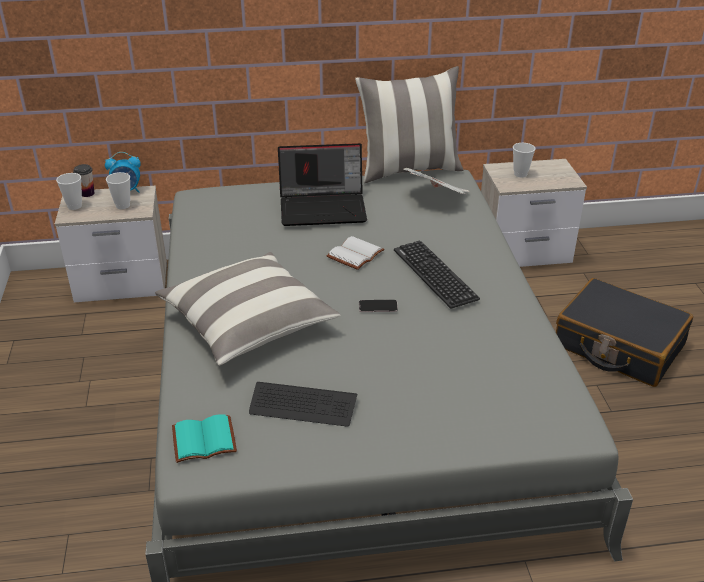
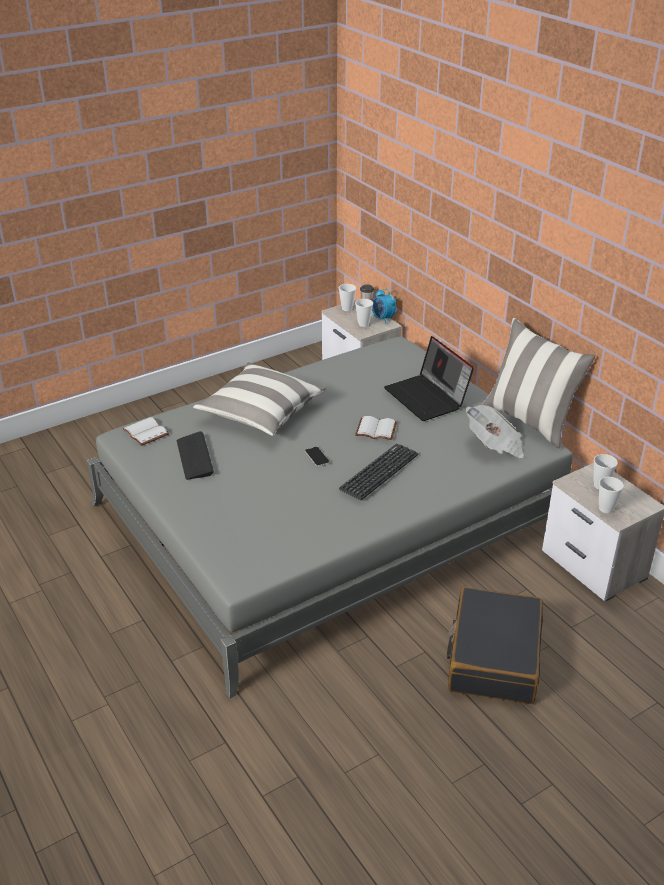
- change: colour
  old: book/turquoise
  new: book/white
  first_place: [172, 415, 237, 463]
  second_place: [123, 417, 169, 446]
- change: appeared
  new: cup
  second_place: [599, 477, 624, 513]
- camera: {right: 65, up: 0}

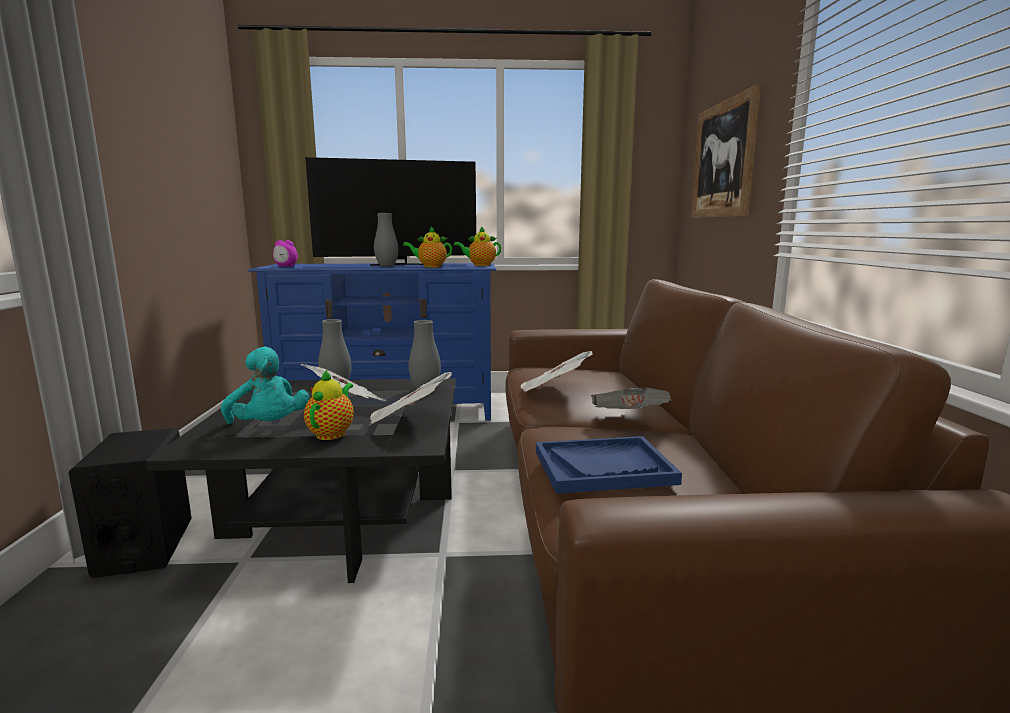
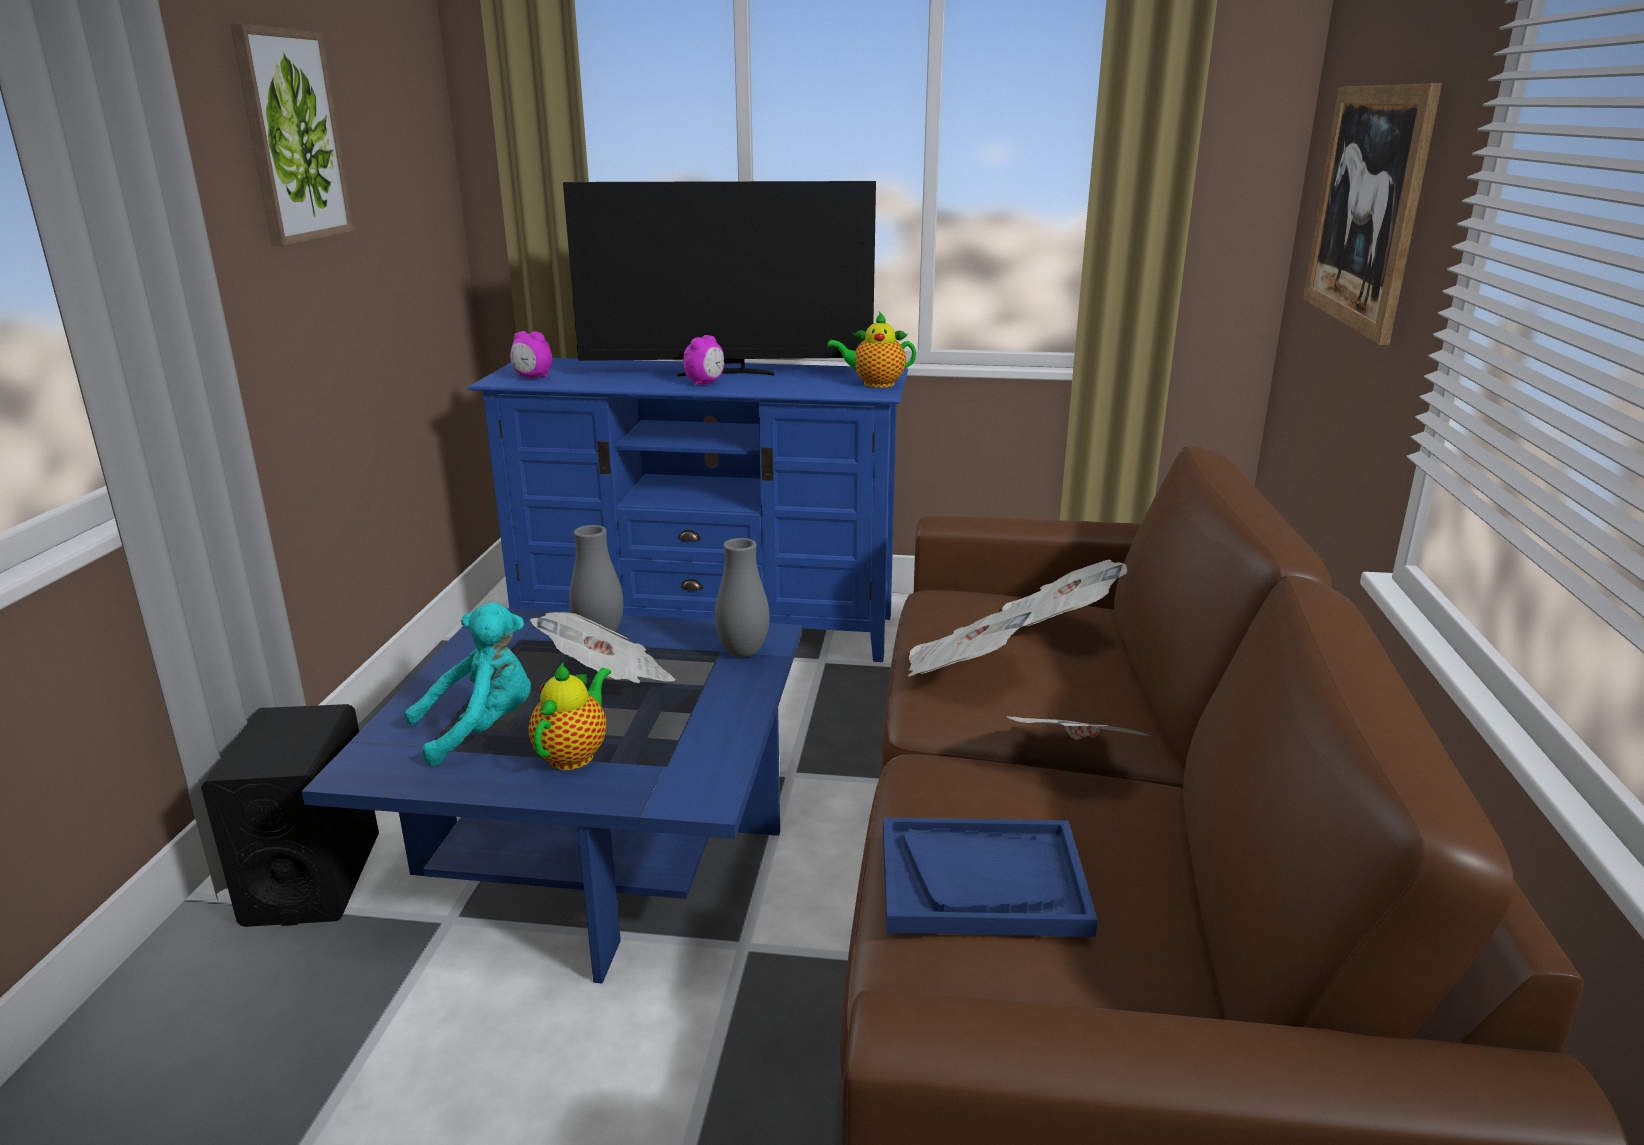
- change: appeared
  new: picture
  second_place: [230, 24, 354, 246]
- change: colour
  old: coffee table/black
  new: coffee table/blue
  first_place: [146, 378, 456, 583]
  second_place: [302, 608, 801, 983]
- change: spun
  old: plush toy/turquoise
  first_place: [221, 347, 309, 424]
  second_place: [405, 602, 531, 766]
  degrees: -90
- change: exchanged
  old: vase/grey
  new: alarm clock
  first_place: [374, 213, 398, 267]
  second_place: [683, 335, 724, 386]
- change: relocated
  old: newspaper
  first_place: [370, 372, 452, 425]
  second_place: [1002, 559, 1127, 626]
- change: missing
  old: teapot
  first_place: [403, 227, 452, 267]
- camera: {right: 10, up: 10}

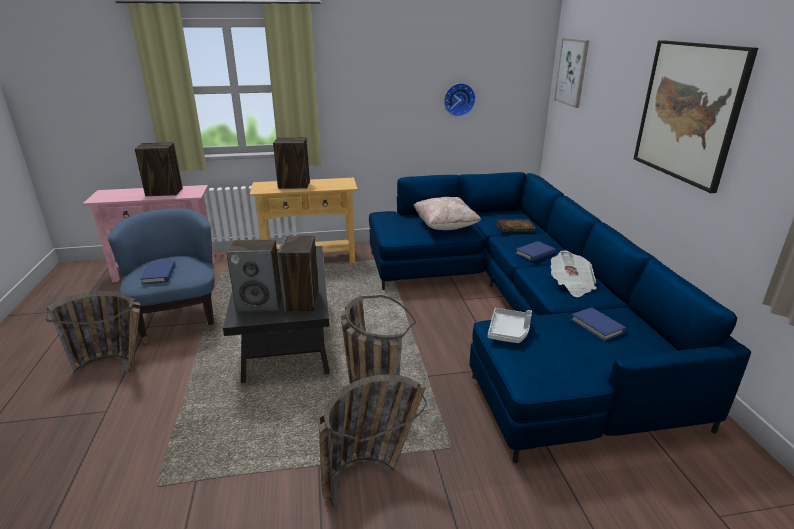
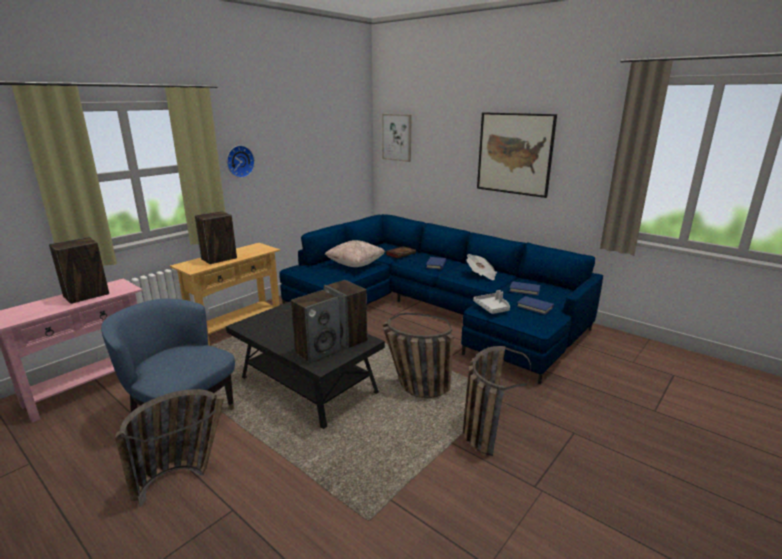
- change: relocated
  old: wall clock
  first_place: [444, 83, 476, 117]
  second_place: [227, 145, 255, 178]
- change: relocated
  old: book/blue
  first_place: [140, 261, 175, 284]
  second_place: [516, 296, 554, 315]
- camera: {right: -40, up: -5}

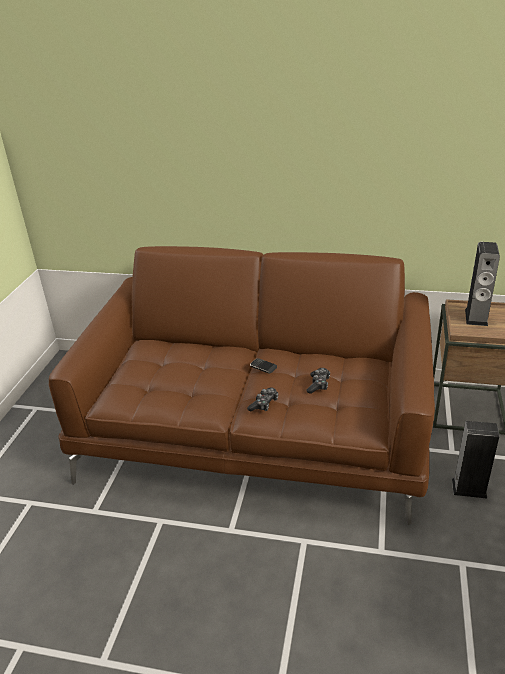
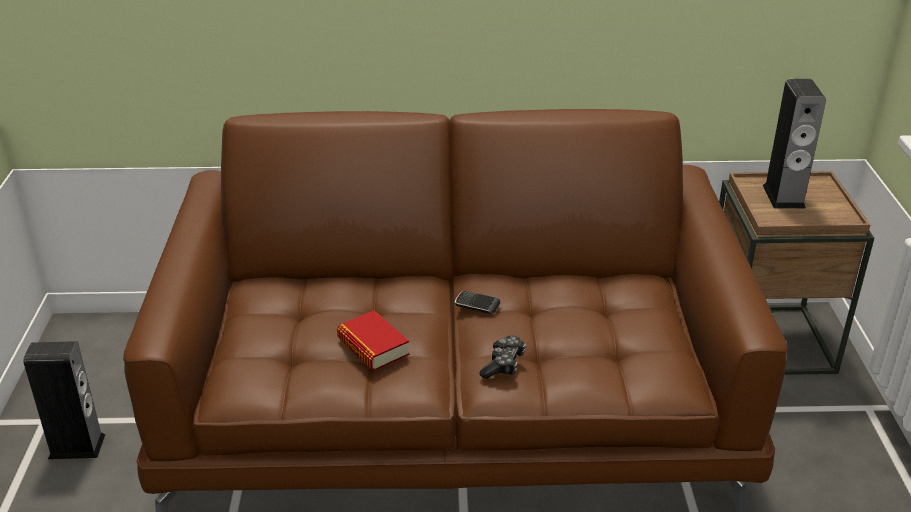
- change: relocated
  old: speaker
  first_place: [452, 421, 499, 499]
  second_place: [23, 341, 105, 459]
- change: appeared
  new: book
  second_place: [337, 310, 409, 370]
- change: missing
  old: game controller
  first_place: [306, 368, 330, 394]
- camera: {right: -15, up: 0}

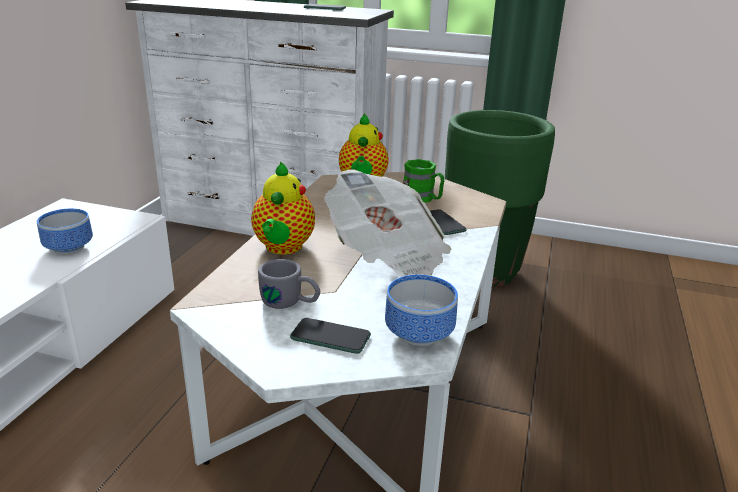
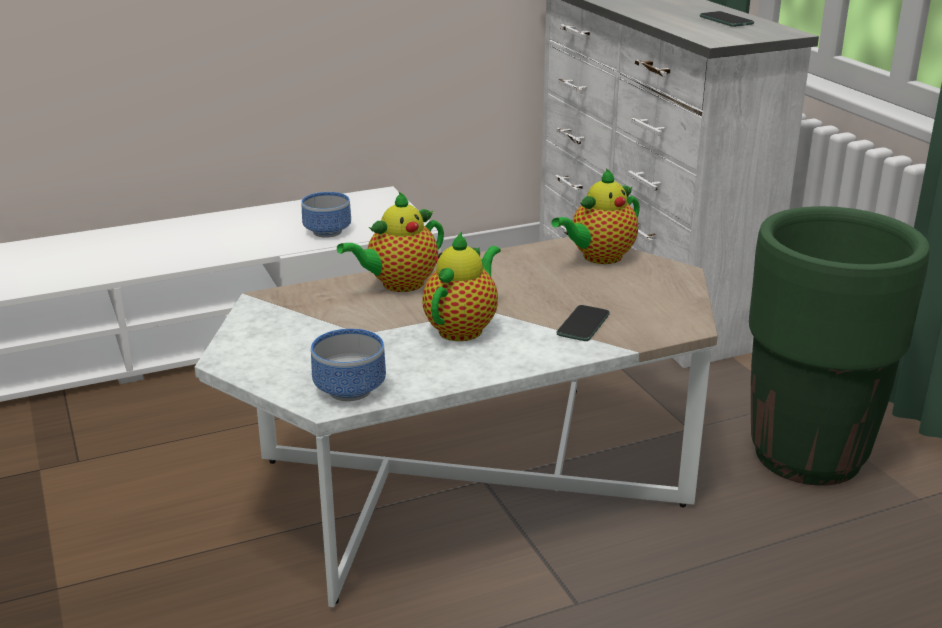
- change: exchanged
  old: newspaper
  new: teapot
  first_place: [324, 169, 451, 277]
  second_place: [422, 231, 501, 341]
- change: missing
  old: mug/grey
  first_place: [258, 259, 320, 309]
- change: missing
  old: phone
  first_place: [290, 318, 371, 354]
- change: missing
  old: mug/green
  first_place: [404, 159, 444, 203]
- camera: {right: 50, up: 0}

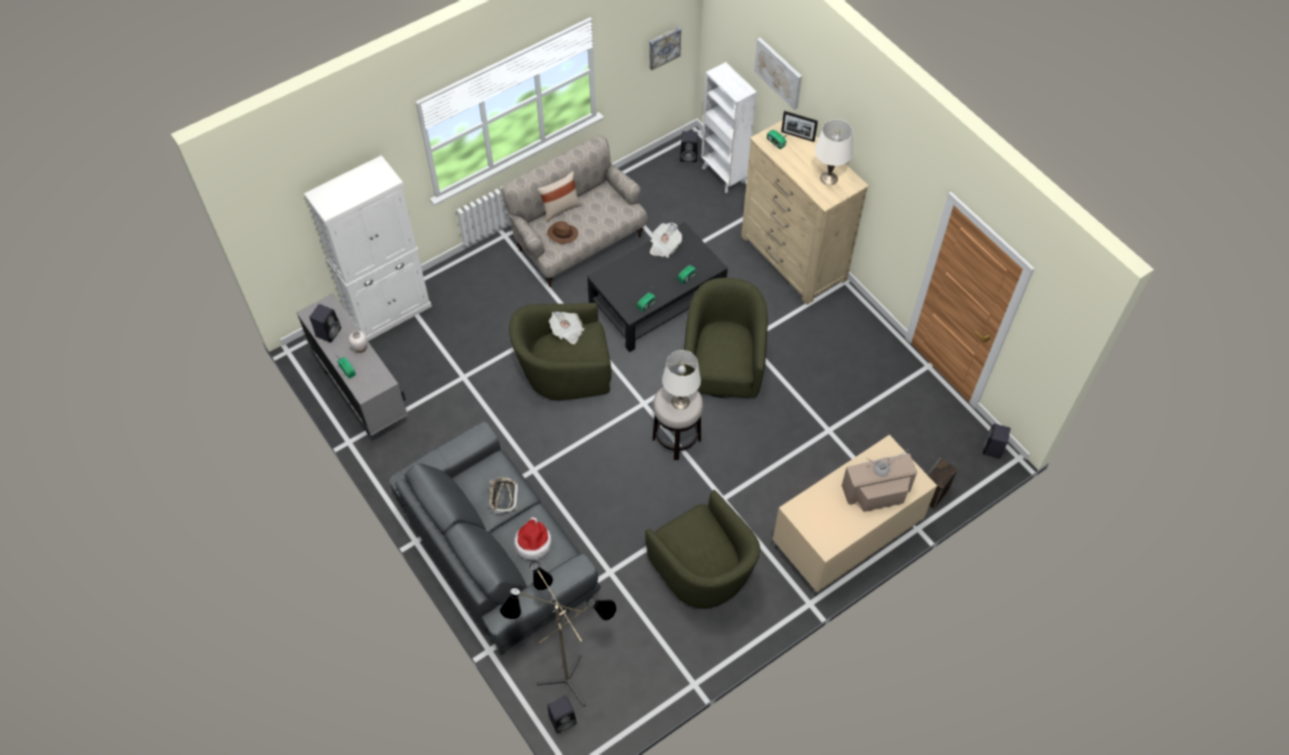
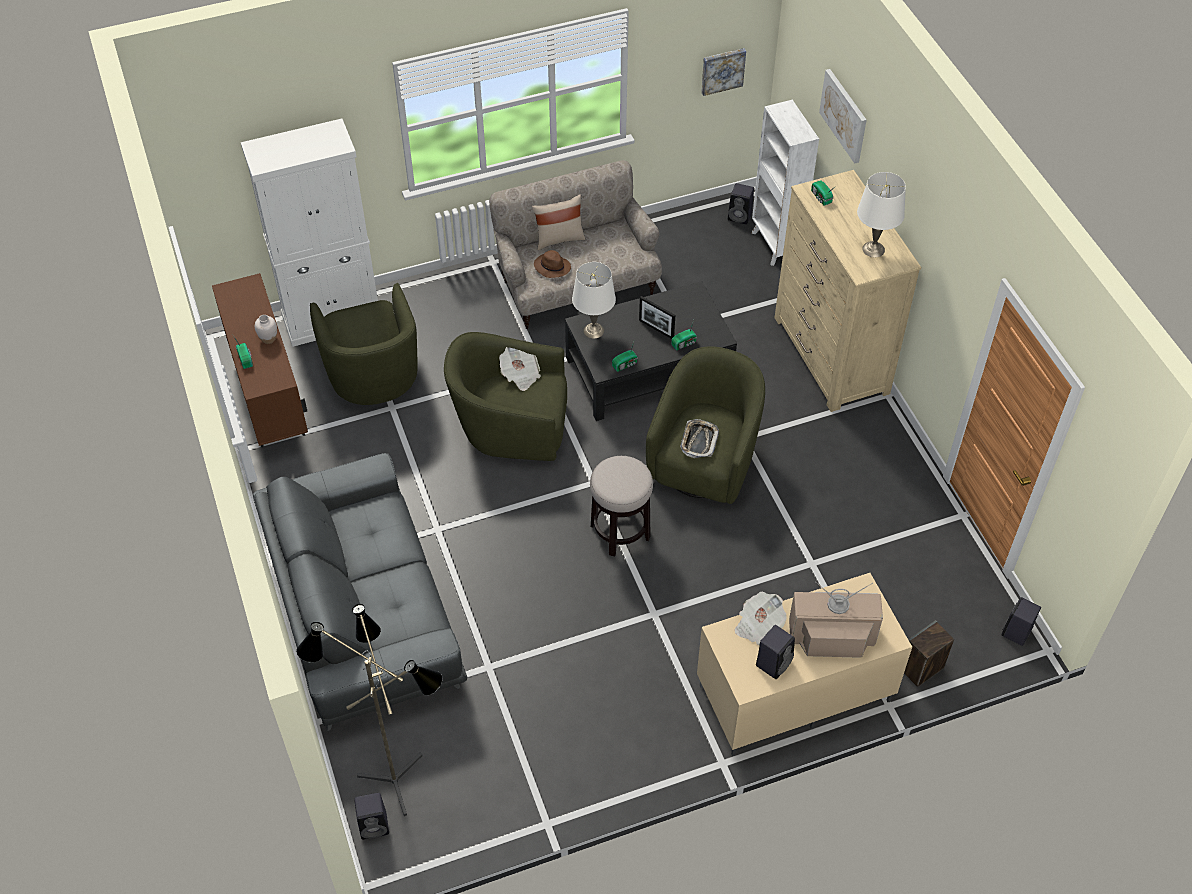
- change: colour
  old: cabinet/grey
  new: cabinet/brown
  first_place: [296, 293, 407, 436]
  second_place: [212, 273, 308, 447]
- change: relocated
  old: armchair/green
  first_place: [645, 490, 760, 608]
  second_place: [310, 283, 418, 405]
- change: relocated
  old: table lamp/white
  first_place: [662, 350, 701, 410]
  second_place: [572, 262, 616, 339]
- change: relocated
  old: picture frame
  first_place: [781, 111, 818, 142]
  second_place: [639, 296, 675, 339]
- change: relocated
  old: tray
  first_place: [489, 477, 519, 514]
  second_place: [680, 419, 719, 458]
- change: relocated
  old: newspaper
  first_place: [650, 223, 682, 258]
  second_place: [734, 591, 787, 645]
- change: relocated
  old: speaker/black
  first_place: [309, 304, 341, 343]
  second_place: [756, 625, 795, 679]
- change: missing
  old: hat
  first_place: [514, 517, 552, 560]
- camera: {right: 15, up: -5}

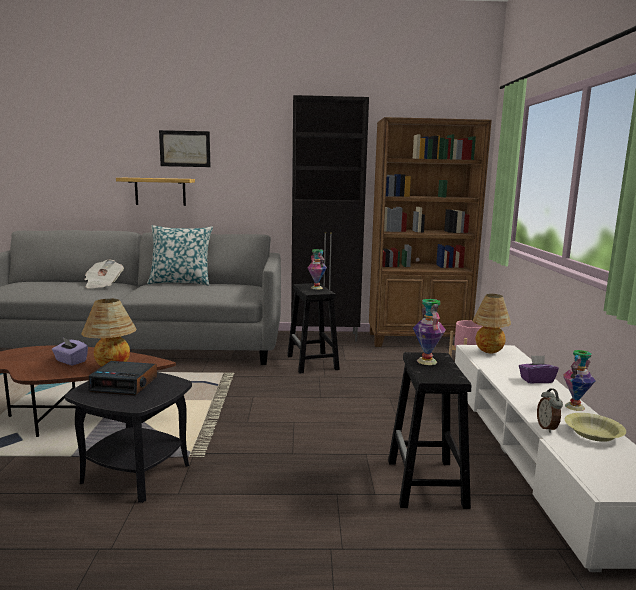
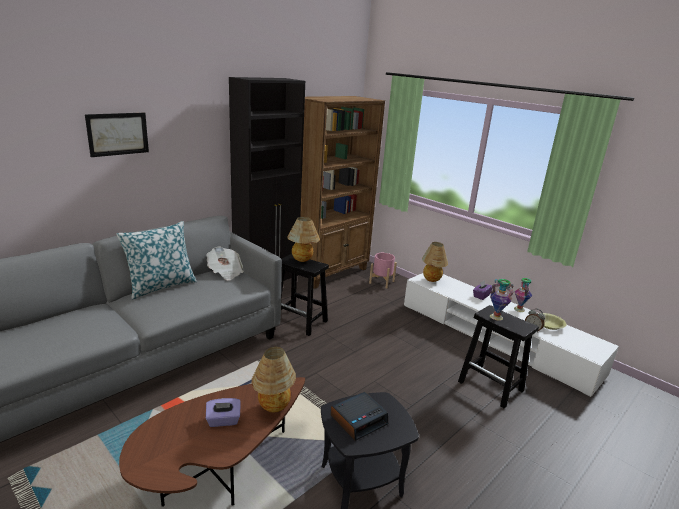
- change: relocated
  old: newspaper
  first_place: [84, 260, 124, 289]
  second_place: [206, 246, 244, 281]
- change: exchanged
  old: vase
  new: table lamp
  first_place: [308, 249, 327, 290]
  second_place: [287, 217, 320, 262]
- change: missing
  old: shelf
  first_place: [116, 178, 195, 206]
- camera: {right: -45, up: 10}

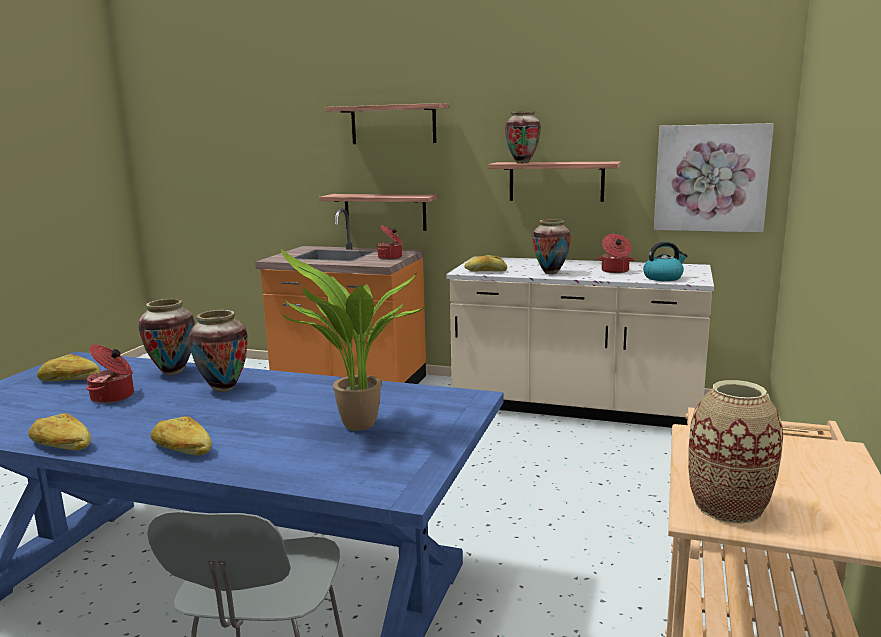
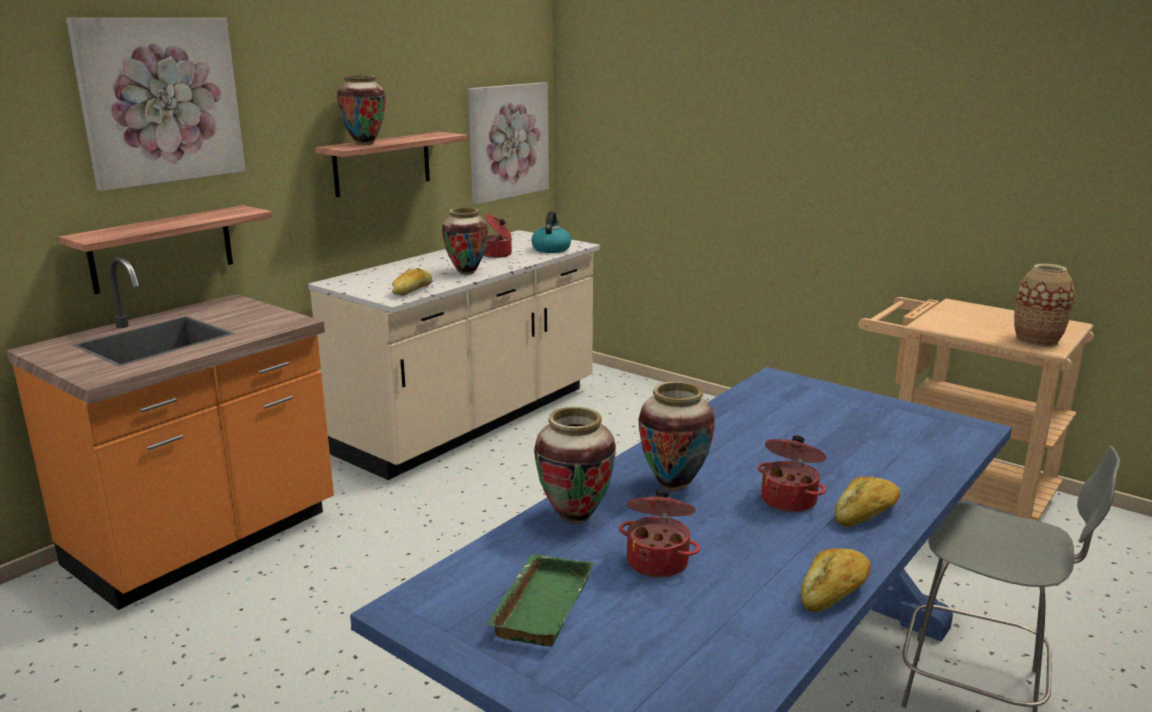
- change: exchanged
  old: shelf
  new: picture
  first_place: [325, 103, 449, 144]
  second_place: [66, 18, 246, 191]
- change: exchanged
  old: bread
  new: tray/green
  first_place: [37, 354, 100, 382]
  second_place: [486, 554, 594, 647]
- change: relocated
  old: cooking pot
  first_place: [377, 225, 402, 260]
  second_place: [758, 435, 826, 513]
- change: missing
  old: potted plant
  first_place: [281, 249, 428, 431]
- camera: {right: -70, up: 5}

